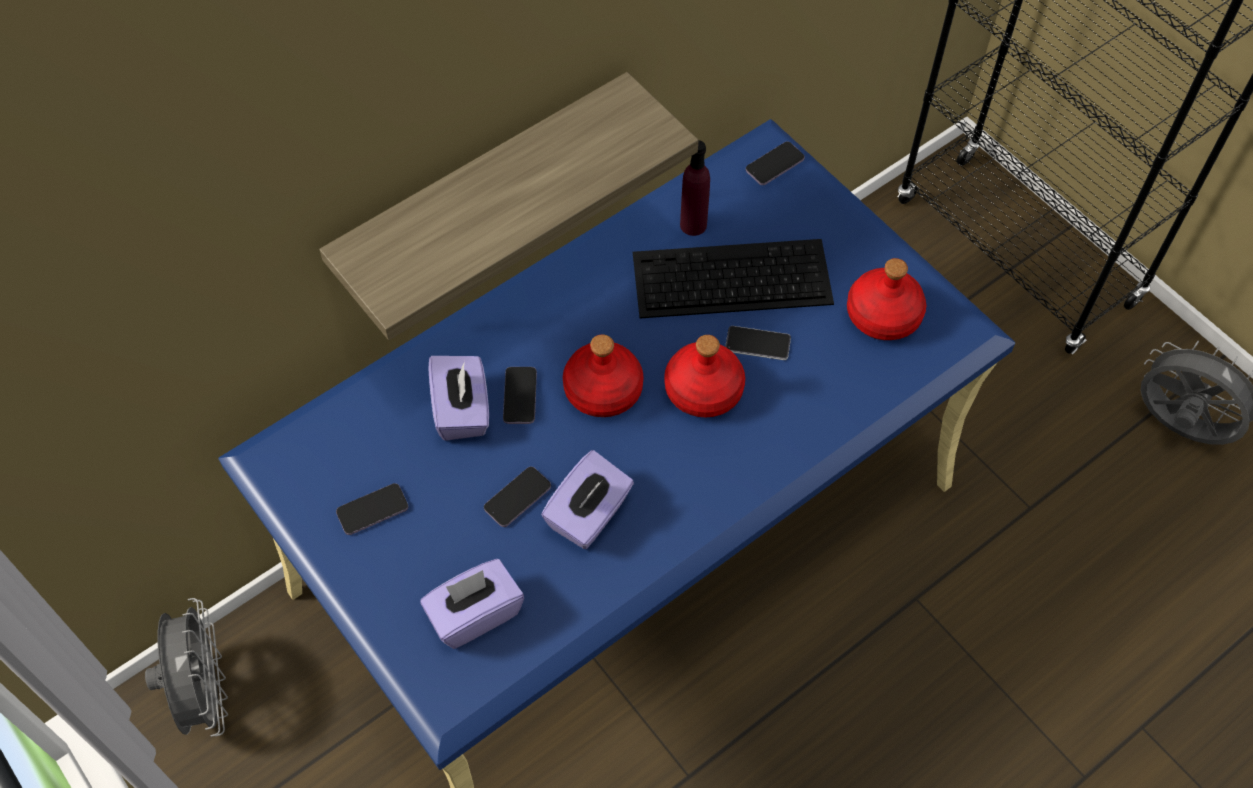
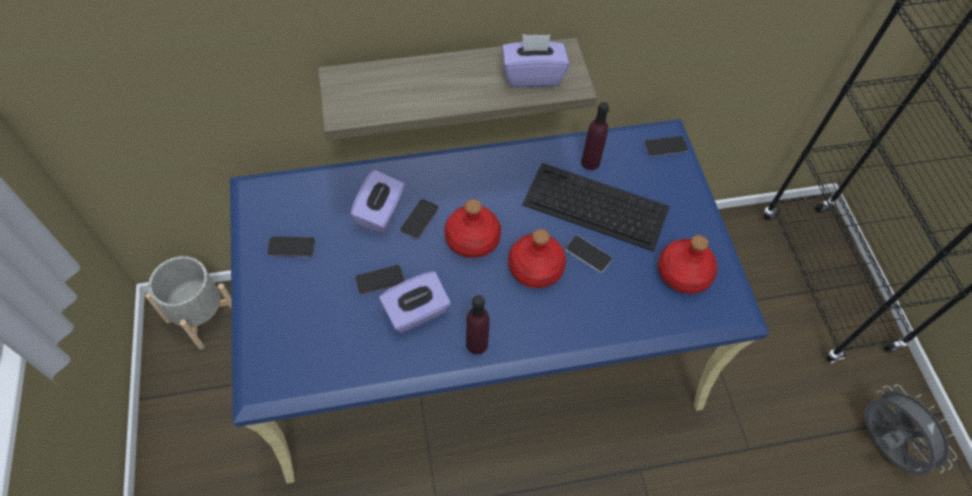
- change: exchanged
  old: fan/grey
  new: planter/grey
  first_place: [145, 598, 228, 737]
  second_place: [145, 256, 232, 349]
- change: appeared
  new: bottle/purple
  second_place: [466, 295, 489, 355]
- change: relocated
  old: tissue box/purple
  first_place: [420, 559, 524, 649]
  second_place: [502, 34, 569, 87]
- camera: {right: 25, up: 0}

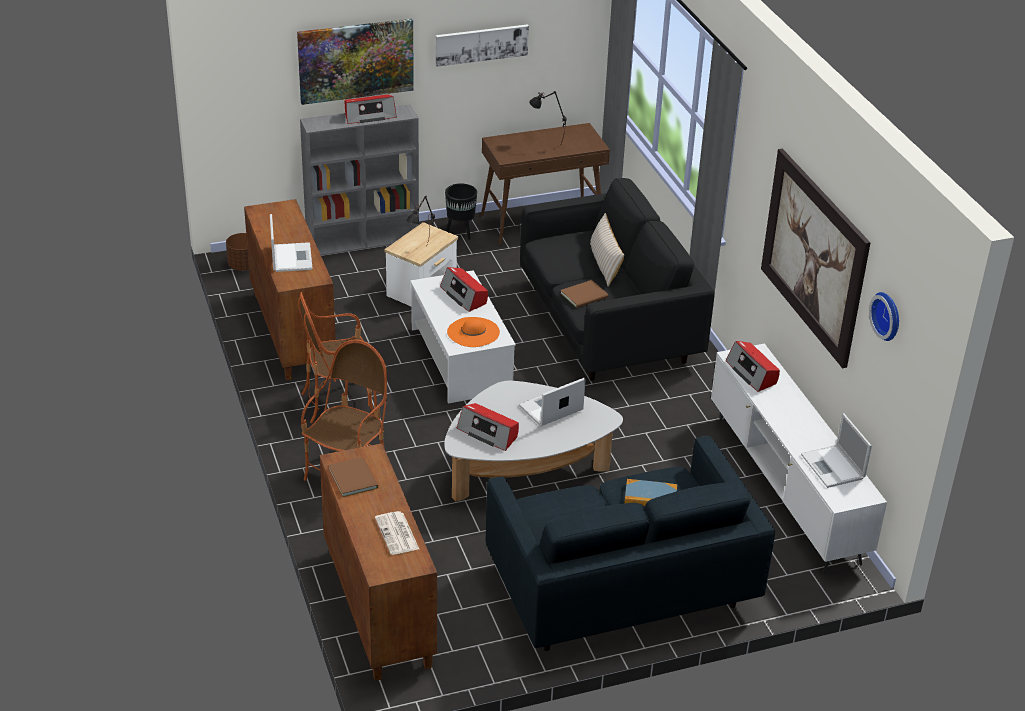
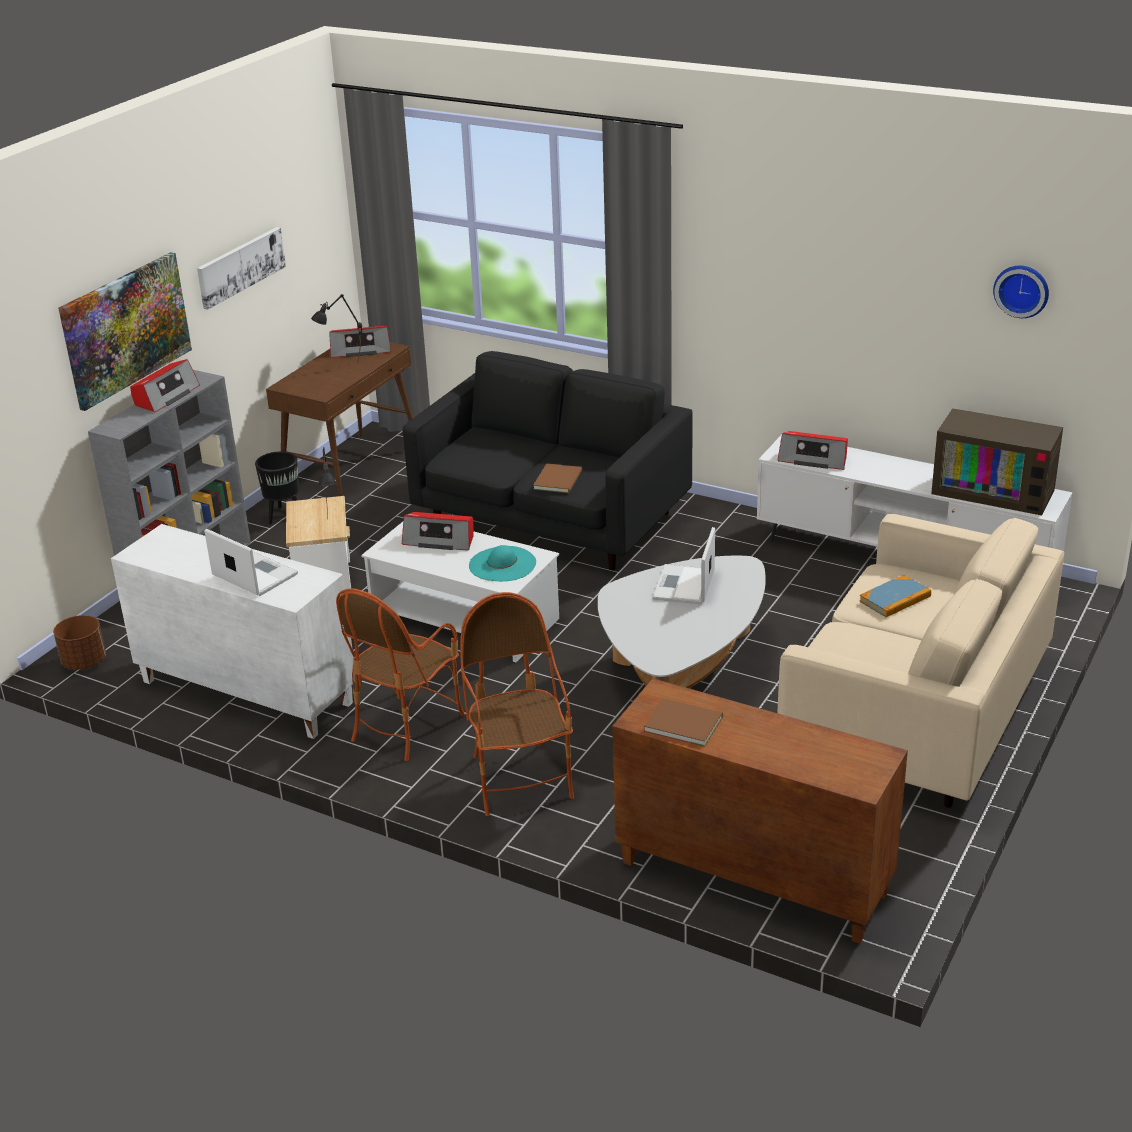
- change: colour
  old: cabinet/brown
  new: cabinet/white
  first_place: [244, 199, 336, 381]
  second_place: [111, 524, 355, 739]
- change: relocated
  old: radio
  first_place: [457, 403, 519, 451]
  second_place: [329, 326, 391, 358]
- change: colour
  old: hat/orange
  new: hat/turquoise
  first_place: [447, 317, 500, 347]
  second_place: [469, 545, 536, 581]
- change: colour
  old: sofa/blue
  new: sofa/beige
  first_place: [486, 436, 775, 651]
  second_place: [777, 514, 1064, 808]
- change: exchanged
  old: laptop
  new: television
  first_place: [801, 413, 872, 488]
  second_place: [931, 408, 1063, 515]
- change: missing
  old: newspaper
  first_place: [375, 511, 419, 555]
- change: missing
  old: pillow/beige
  first_place: [590, 213, 624, 287]
- change: missing
  old: picture
  first_place: [761, 149, 871, 368]
- camera: {right: -40, up: -5}

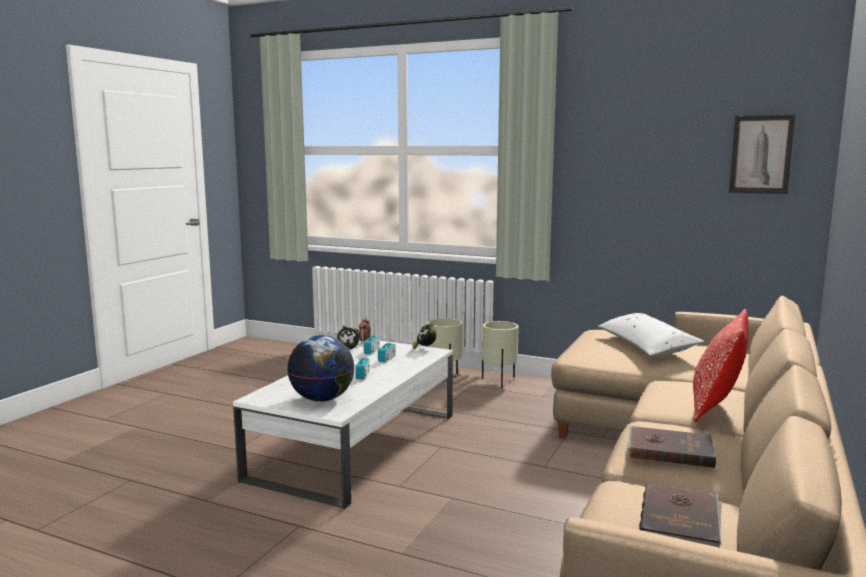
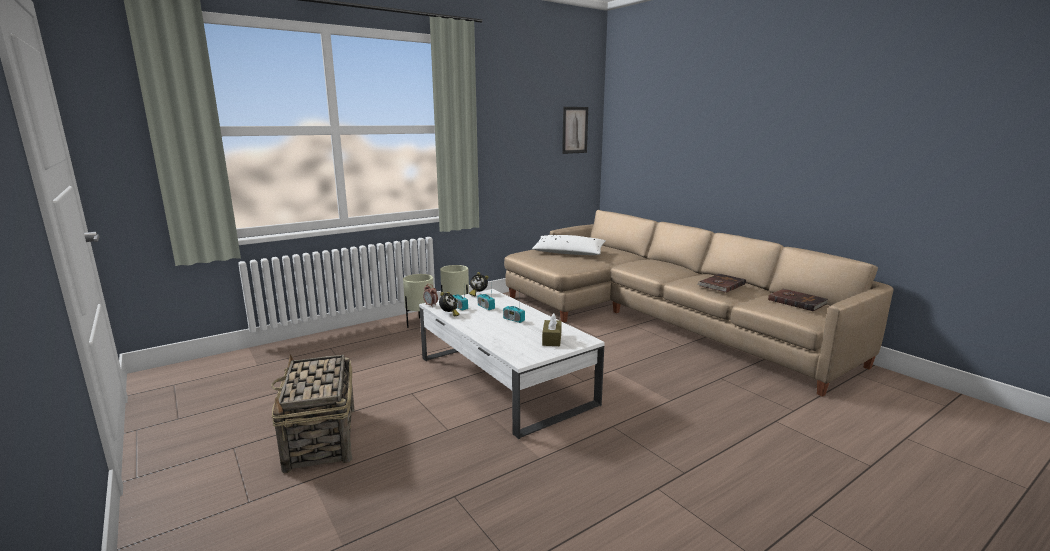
- change: appeared
  new: basket
  second_place: [271, 354, 354, 473]
- change: exchanged
  old: globe
  new: tissue box/brown
  first_place: [287, 335, 355, 402]
  second_place: [542, 313, 562, 346]
- change: missing
  old: pillow
  first_place: [693, 309, 749, 422]
- camera: {right: -60, up: 5}

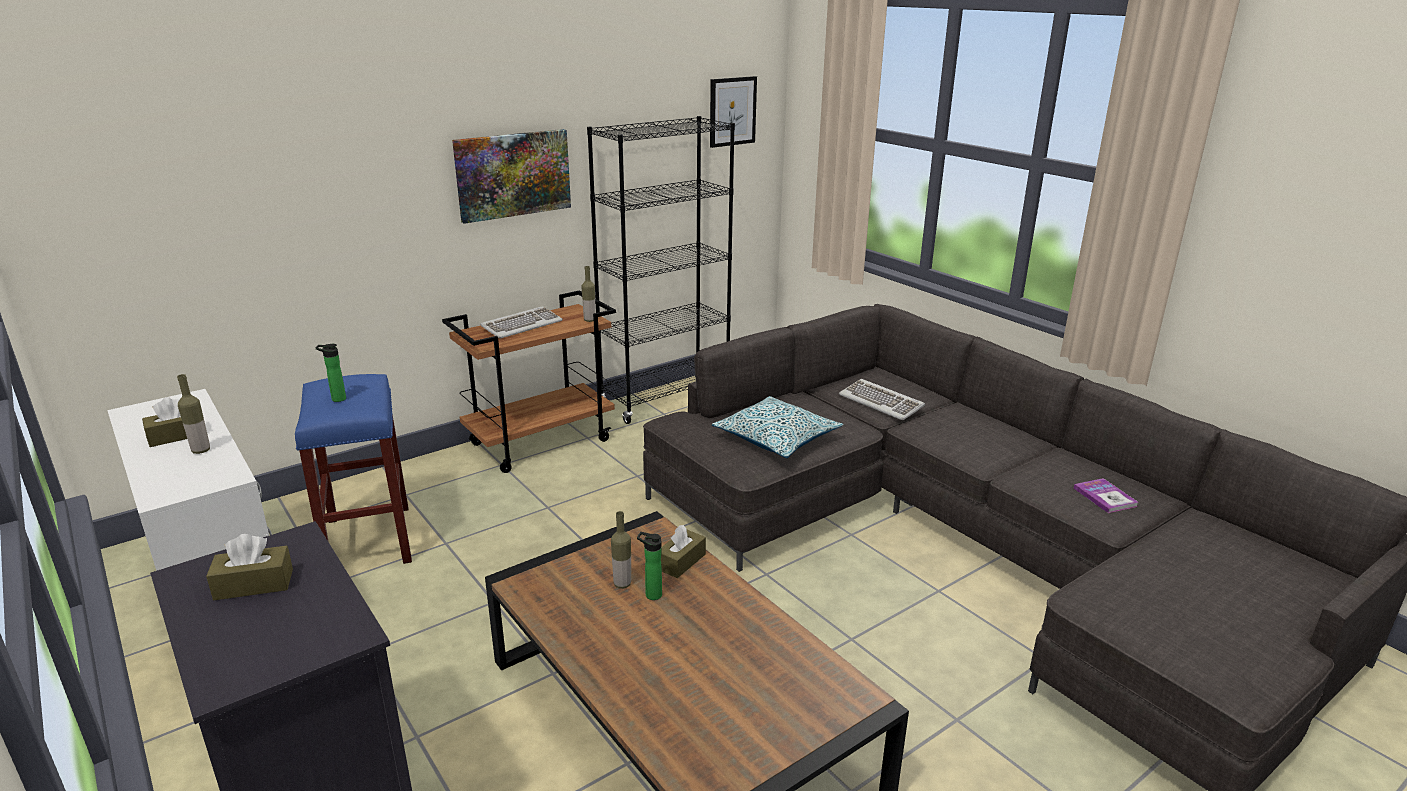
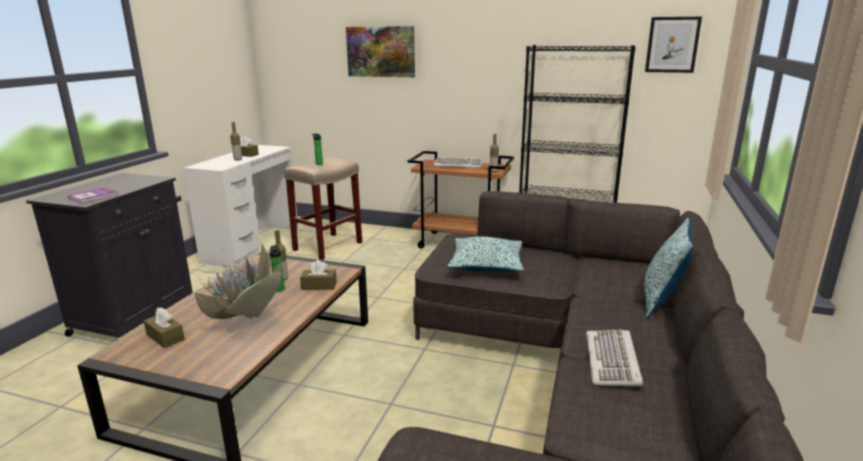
- change: relocated
  old: book
  first_place: [1074, 478, 1138, 513]
  second_place: [68, 188, 118, 203]
- change: relocated
  old: tissue box/brown
  first_place: [206, 534, 293, 600]
  second_place: [144, 307, 185, 348]
- change: appeared
  new: potted plant
  second_place: [190, 236, 282, 320]
- change: colour
  old: stool/blue
  new: stool/beige
  first_place: [295, 374, 412, 564]
  second_place: [284, 157, 362, 260]
- change: relocated
  old: picture
  first_place: [452, 129, 571, 224]
  second_place: [346, 26, 415, 77]
- change: relocated
  old: keyboard
  first_place: [839, 379, 925, 420]
  second_place: [586, 329, 644, 386]
- change: appeared
  new: pillow
  second_place: [645, 218, 693, 318]
- camera: {right: 55, up: -5}

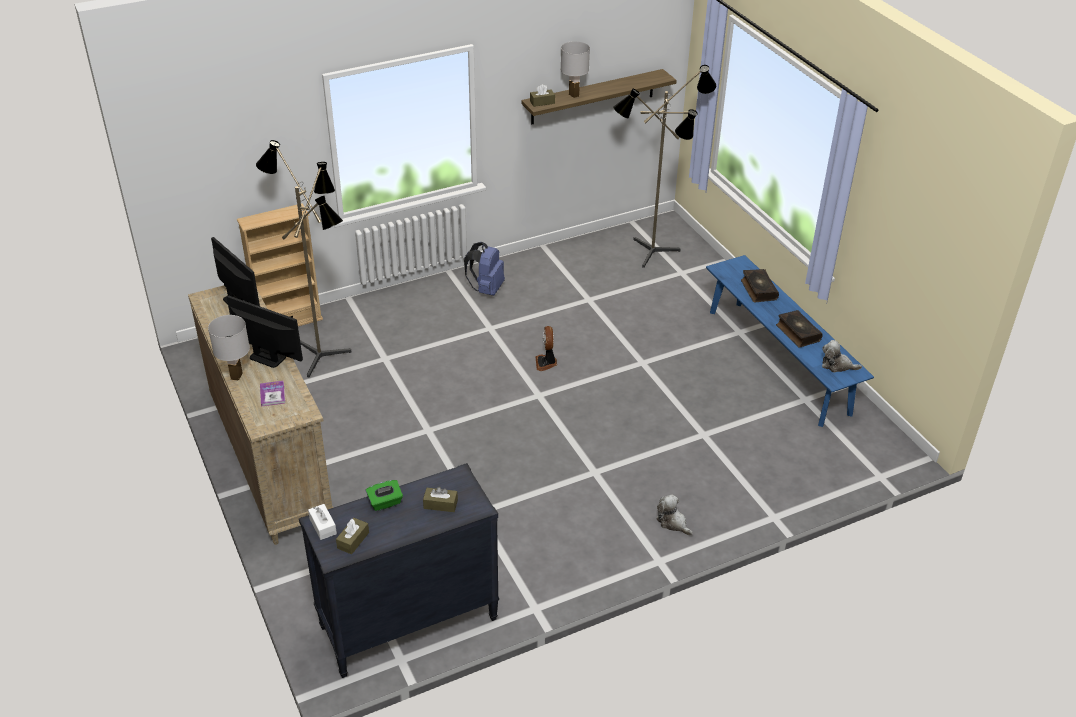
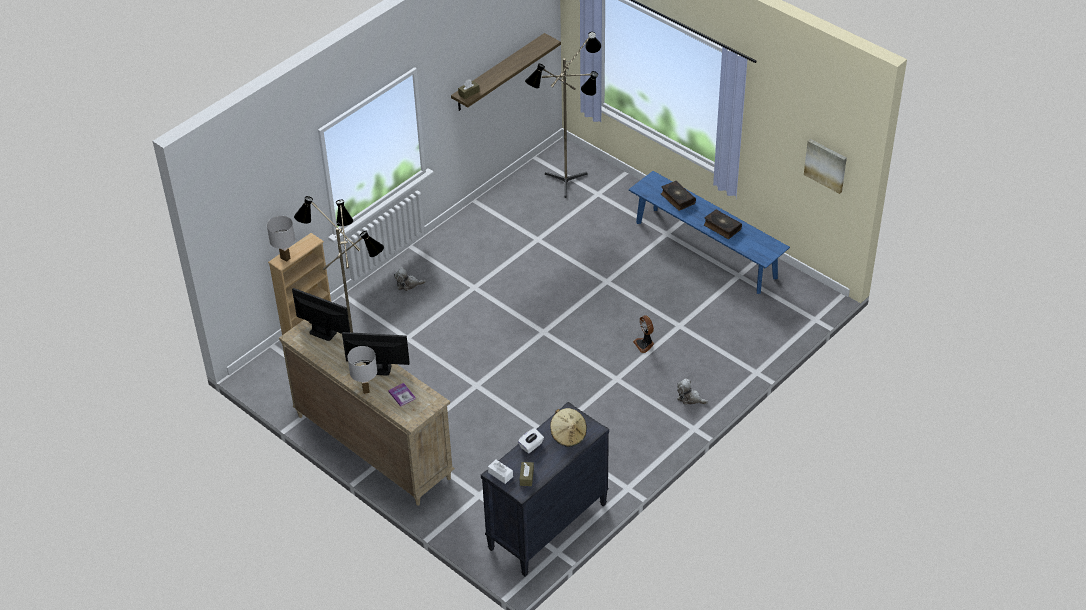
- change: relocated
  old: table lamp/white
  first_place: [561, 41, 590, 98]
  second_place: [267, 216, 295, 262]
- change: relocated
  old: plush toy
  first_place: [822, 340, 862, 372]
  second_place: [394, 268, 426, 291]
- change: colour
  old: tissue box/green
  new: tissue box/white
  first_place: [366, 480, 403, 511]
  second_place: [518, 428, 544, 453]
- change: exchanged
  old: tissue box/brown
  new: hat/beige
  first_place: [423, 487, 458, 512]
  second_place: [550, 408, 587, 447]
- change: relocated
  old: fan
  first_place: [535, 326, 557, 371]
  second_place: [633, 315, 654, 353]
- change: appeared
  new: picture
  second_place: [804, 139, 847, 194]
- change: missing
  old: backpack/blue
  first_place: [464, 242, 505, 296]
- camera: {right: -20, up: 5}

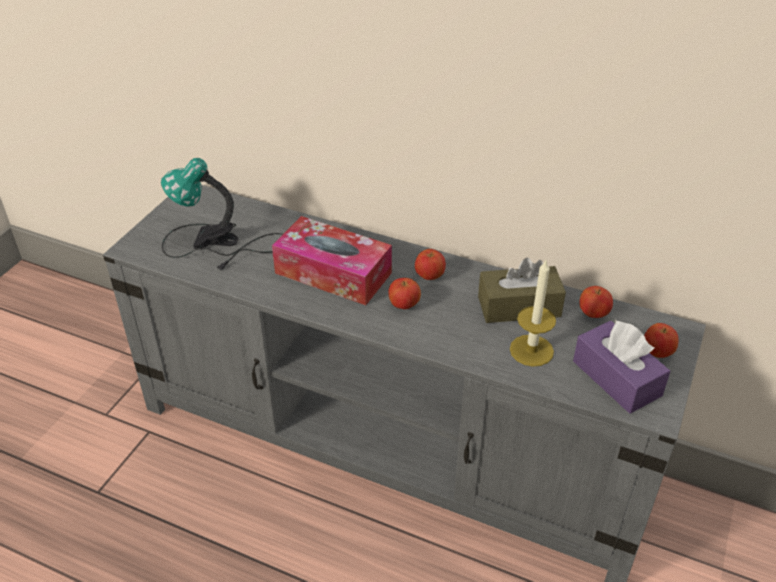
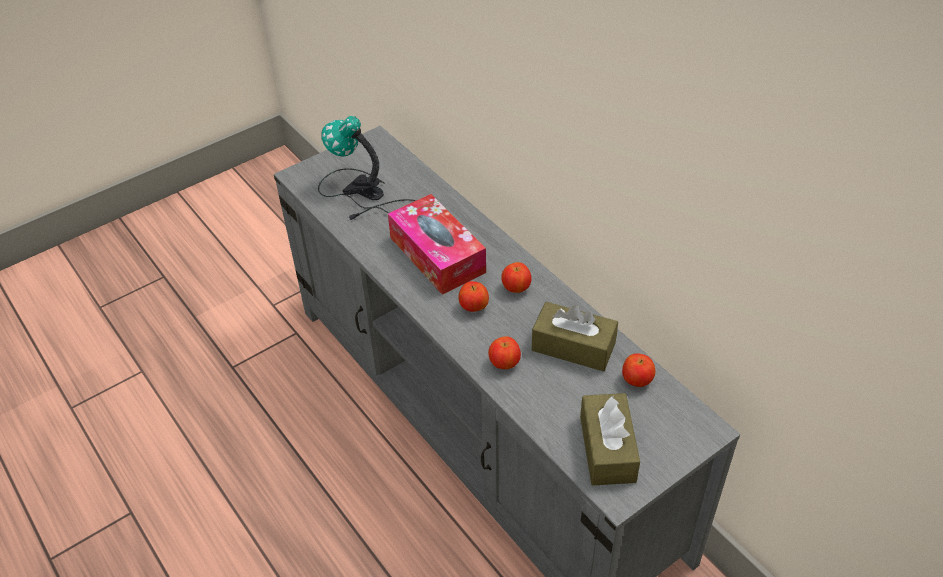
- change: relocated
  old: apple
  first_place: [644, 323, 679, 358]
  second_place: [488, 336, 521, 369]
- change: colour
  old: tissue box/purple
  new: tissue box/brown
  first_place: [573, 320, 670, 414]
  second_place: [580, 393, 640, 486]
- change: missing
  old: candle
  first_place: [510, 260, 556, 367]
- camera: {right: 30, up: 5}

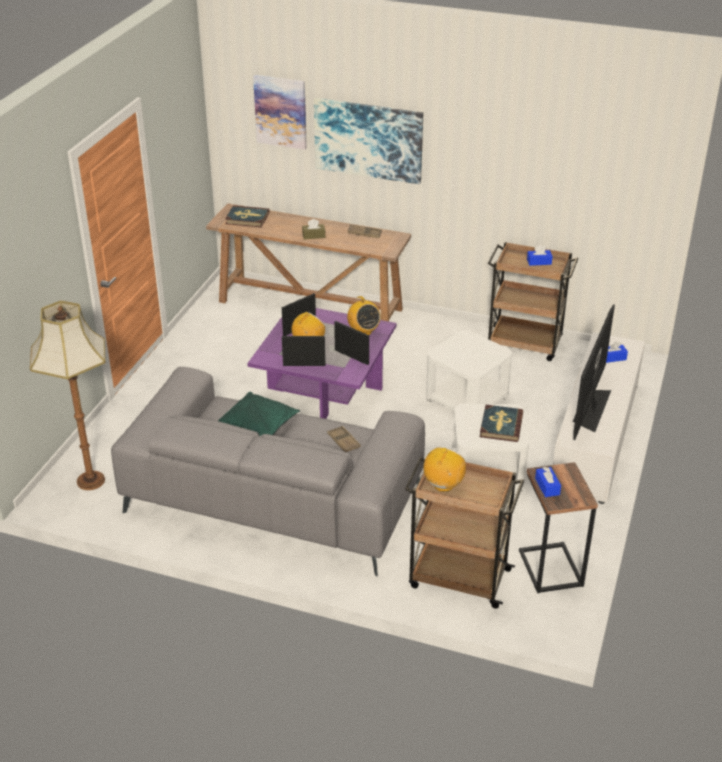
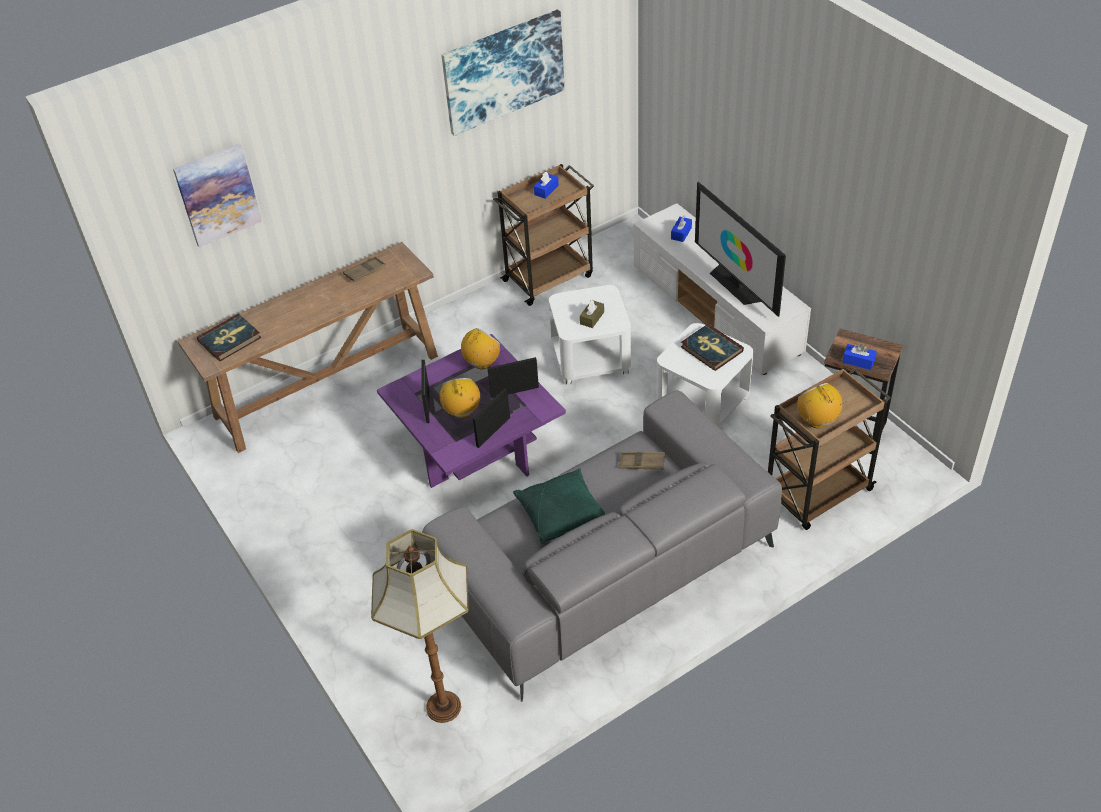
- change: relocated
  old: picture
  first_place: [314, 98, 423, 184]
  second_place: [441, 10, 564, 136]
- change: spun
  old: radio
  first_place: [347, 296, 381, 335]
  second_place: [461, 328, 500, 369]
  degrees: -60
- change: relocated
  old: tissue box/brown
  first_place: [302, 219, 325, 239]
  second_place: [580, 300, 604, 328]
- camera: {right: -50, up: 10}

